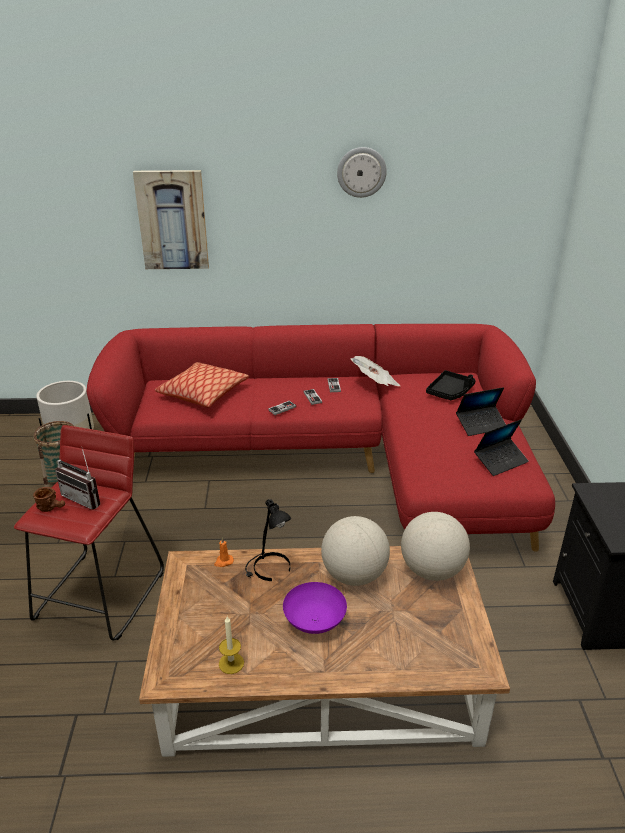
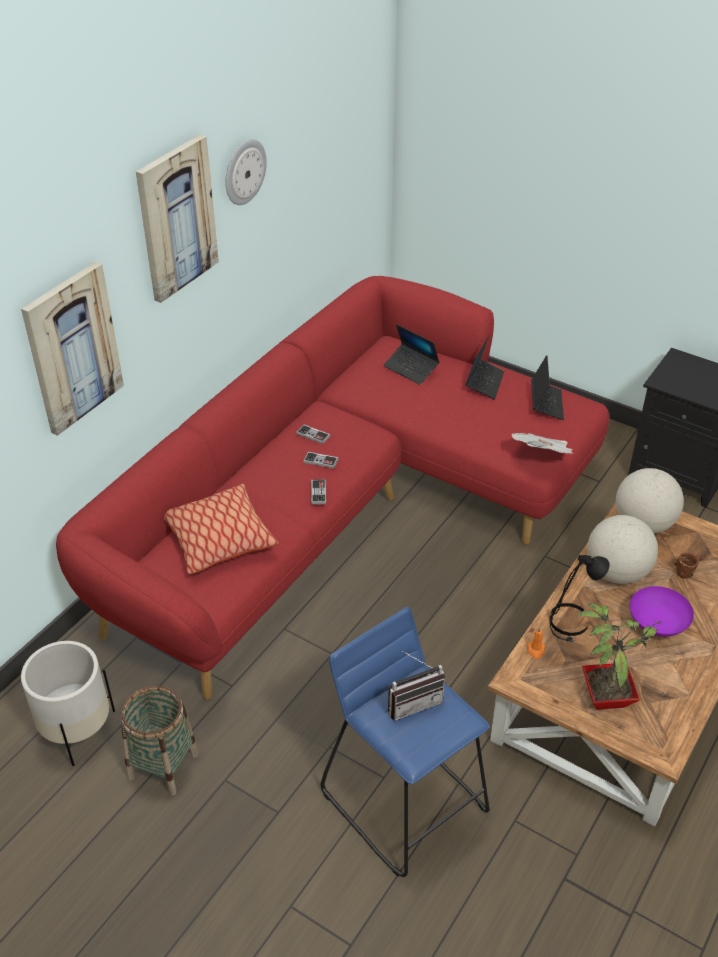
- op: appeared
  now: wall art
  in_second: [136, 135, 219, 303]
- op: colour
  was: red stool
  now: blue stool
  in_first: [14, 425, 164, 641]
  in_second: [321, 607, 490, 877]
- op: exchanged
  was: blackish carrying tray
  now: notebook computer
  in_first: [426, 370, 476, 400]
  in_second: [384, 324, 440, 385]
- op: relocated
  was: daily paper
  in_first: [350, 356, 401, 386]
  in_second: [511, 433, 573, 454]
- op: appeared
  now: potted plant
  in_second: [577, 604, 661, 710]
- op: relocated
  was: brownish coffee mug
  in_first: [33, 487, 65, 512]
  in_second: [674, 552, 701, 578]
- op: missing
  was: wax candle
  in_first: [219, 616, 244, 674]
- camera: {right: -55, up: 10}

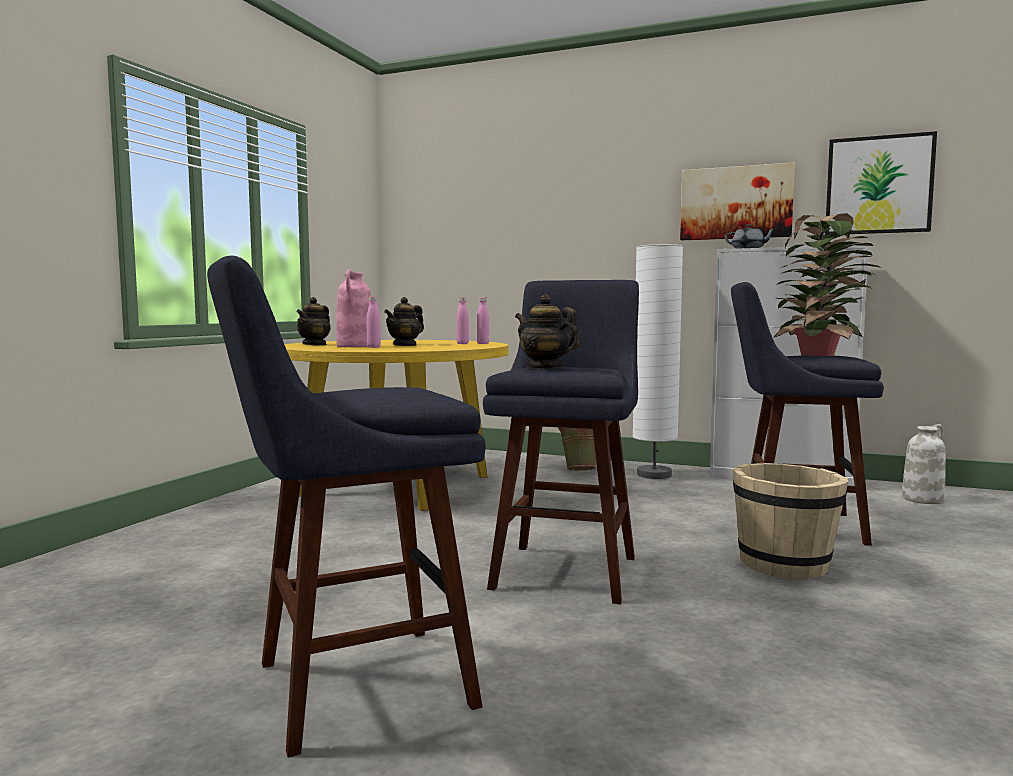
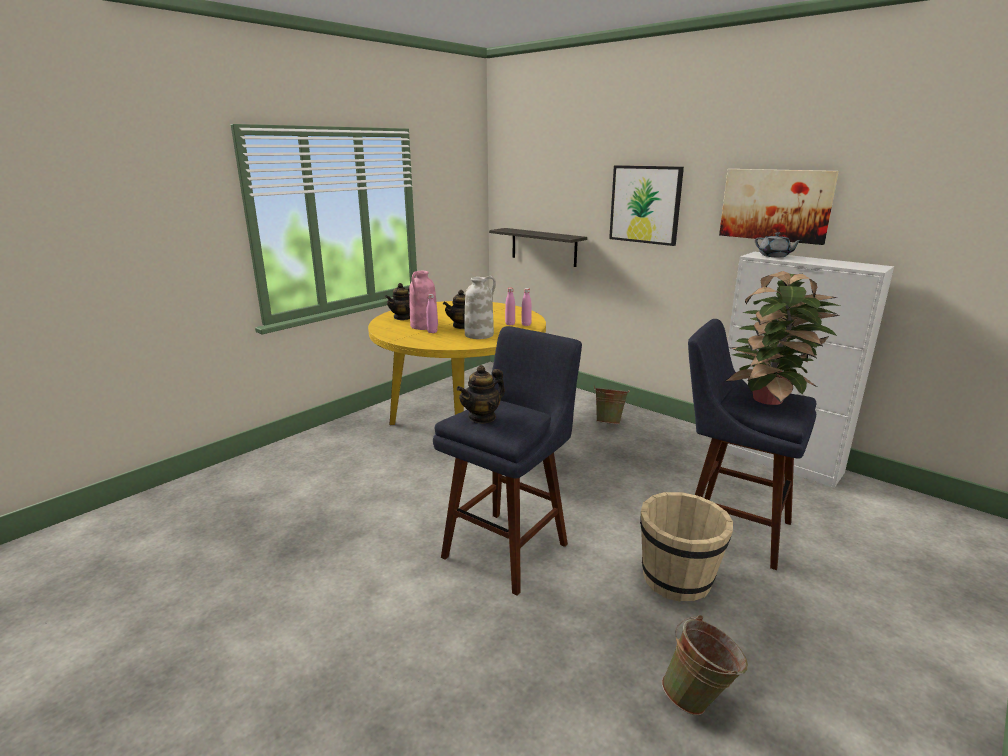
- op: spun
  was: pot for tea
  in_first: [515, 294, 579, 369]
  in_second: [457, 365, 505, 424]
  clockwise: -105
- op: relocated
  was: whitish vase
  in_first: [902, 424, 946, 504]
  in_second: [465, 276, 496, 339]
- op: appeared
  now: wall shelf
  in_second: [489, 228, 587, 267]
- op: relocated
  was: wall art
  in_first: [825, 131, 937, 235]
  in_second: [609, 165, 684, 246]
- op: appeared
  now: green bucket
  in_second: [662, 615, 748, 715]
- op: missing
  was: blue stool
  in_first: [207, 256, 486, 758]
- op: missing
  was: whitish standing lamp
  in_first: [632, 244, 683, 479]
- camera: {right: 20, up: 15}

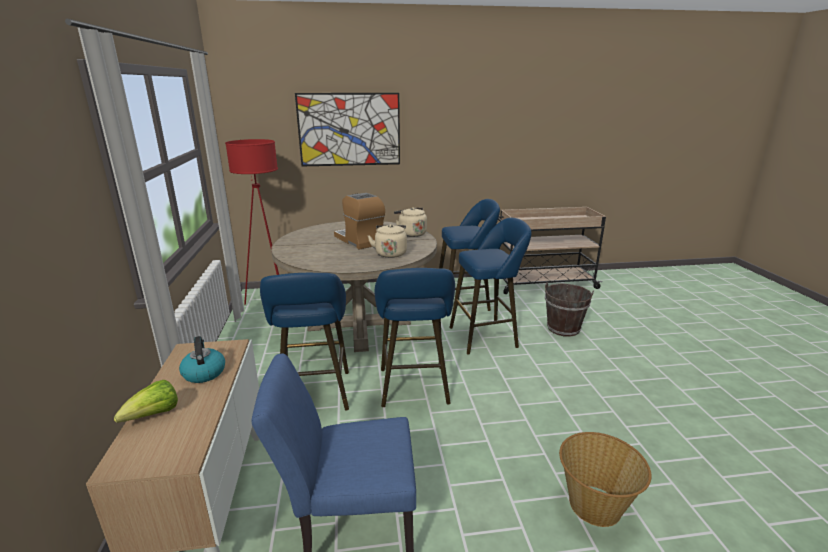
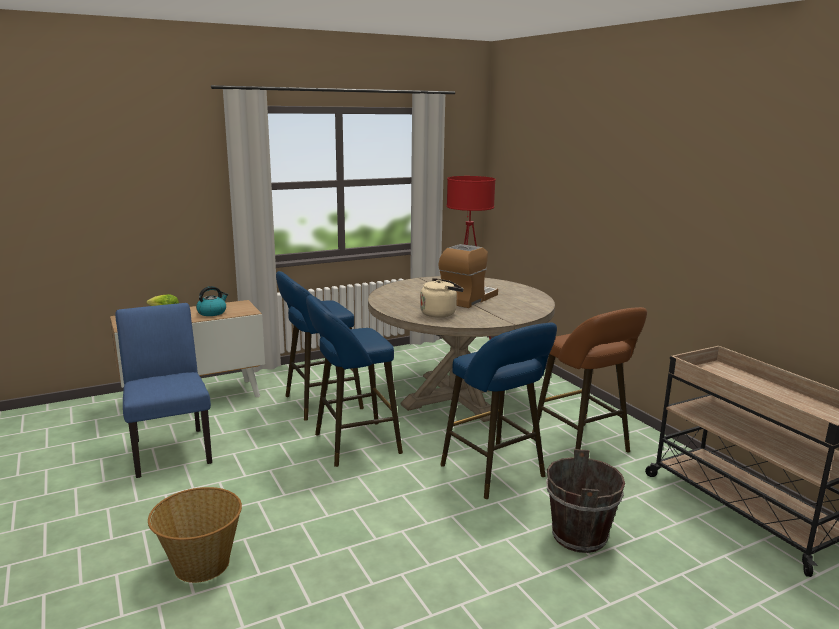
- op: colour
  was: blue stool
  now: brownish stool
  in_first: [439, 199, 500, 311]
  in_second: [531, 307, 647, 452]
- op: missing
  was: wall art
  in_first: [295, 93, 400, 166]
- op: missing
  was: beige water kettle
  in_first: [394, 207, 427, 237]
- camera: {right: 70, up: -5}

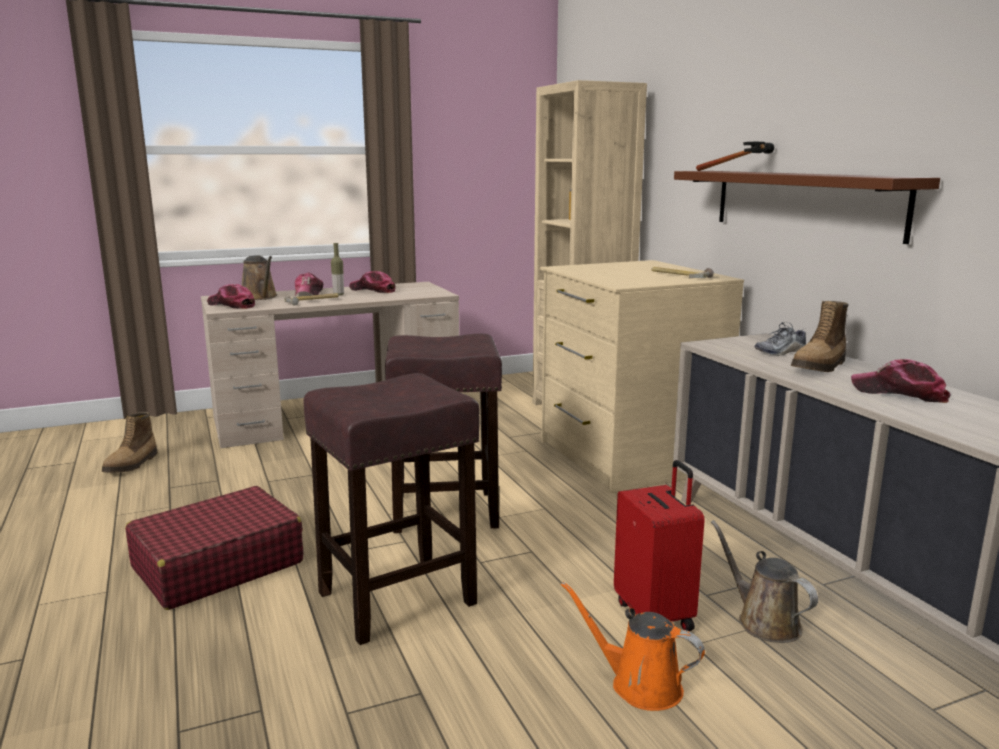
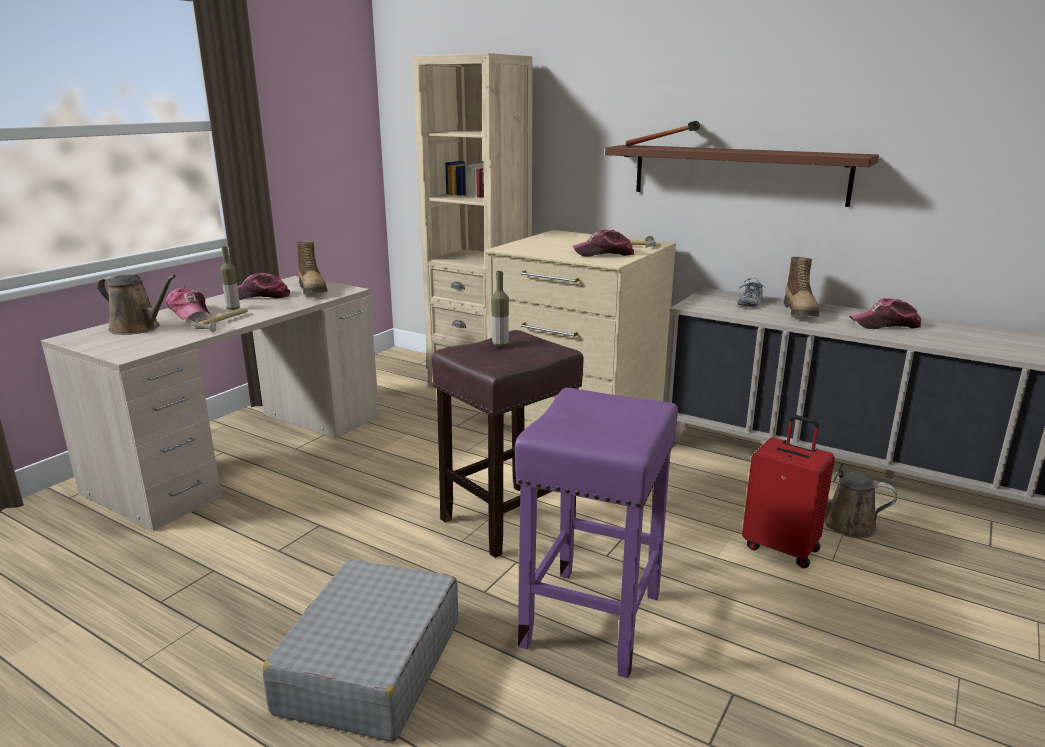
- op: colour
  was: red piece of luggage
  now: gray piece of luggage
  in_first: [125, 486, 303, 610]
  in_second: [263, 559, 458, 742]
- op: relocated
  was: high-top boot
  in_first: [102, 412, 158, 473]
  in_second: [296, 241, 328, 294]
- op: appeared
  now: drink bottle
  in_second: [491, 271, 509, 346]
- op: colour
  was: brownish stool
  now: purple stool
  in_first: [303, 373, 479, 645]
  in_second: [515, 388, 678, 678]
- op: relocated
  was: cap
  in_first: [207, 284, 255, 309]
  in_second: [572, 230, 634, 257]
- op: missing
  was: orangey watering pot
  in_first: [561, 582, 705, 711]
- camera: {right: -35, up: 5}

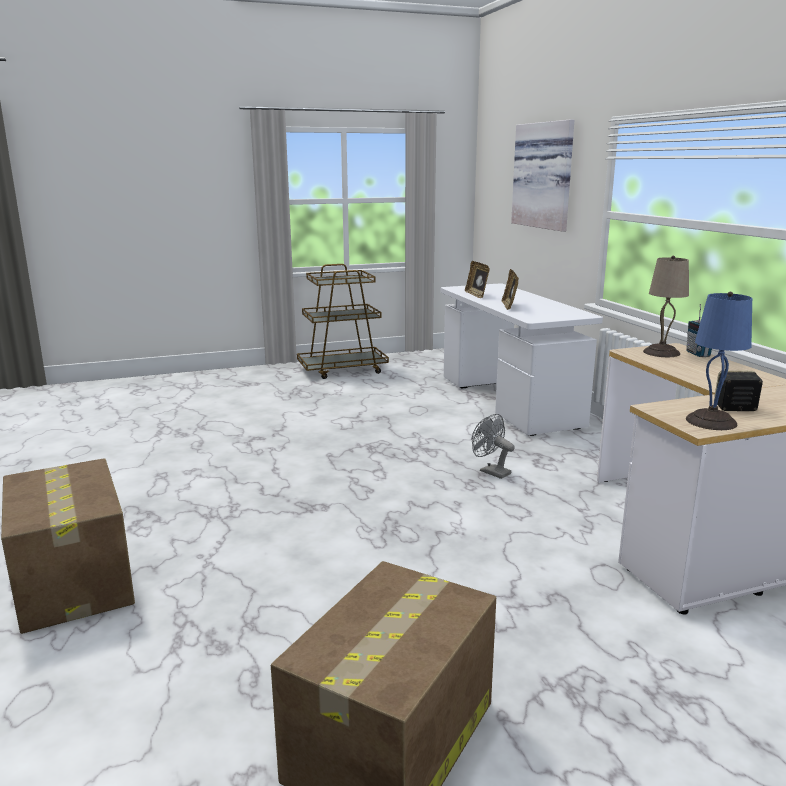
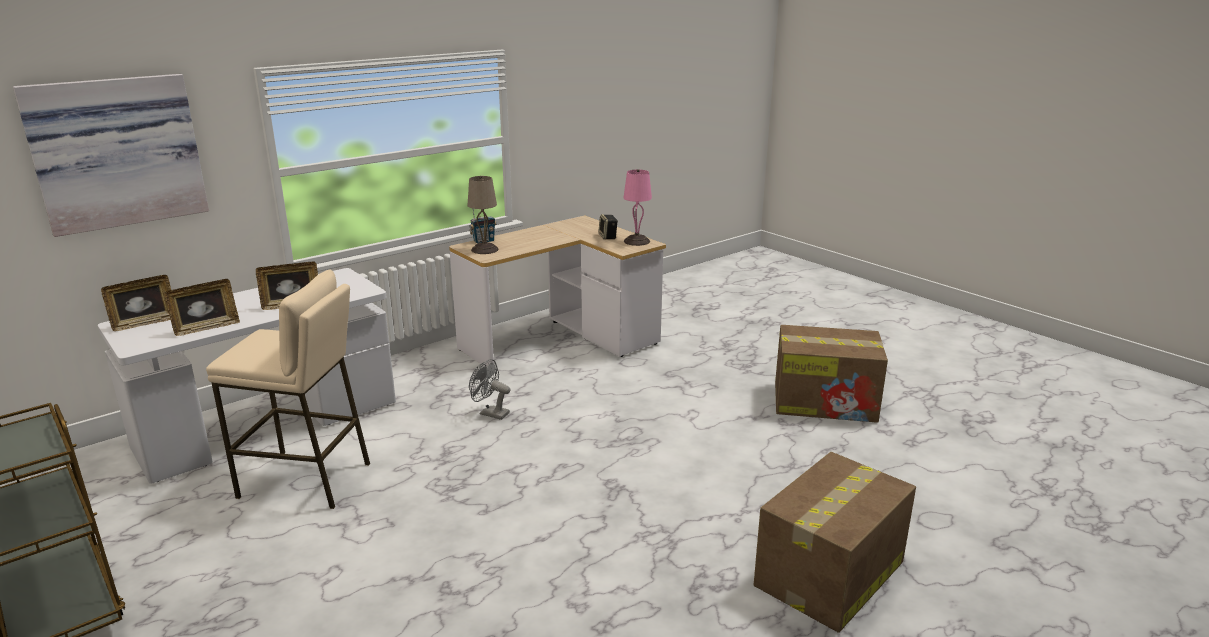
- op: appeared
  now: picture frame
  in_second: [101, 275, 171, 331]
- op: appeared
  now: beige stool
  in_second: [206, 270, 370, 509]
- op: spun
  was: gray fan
  in_first: [472, 414, 515, 479]
  in_second: [469, 359, 511, 420]
  clockwise: 90
- op: colour
  was: blue table lamp
  now: pink table lamp
  in_first: [686, 292, 752, 430]
  in_second: [623, 169, 652, 246]
- camera: {right: -110, up: 5}

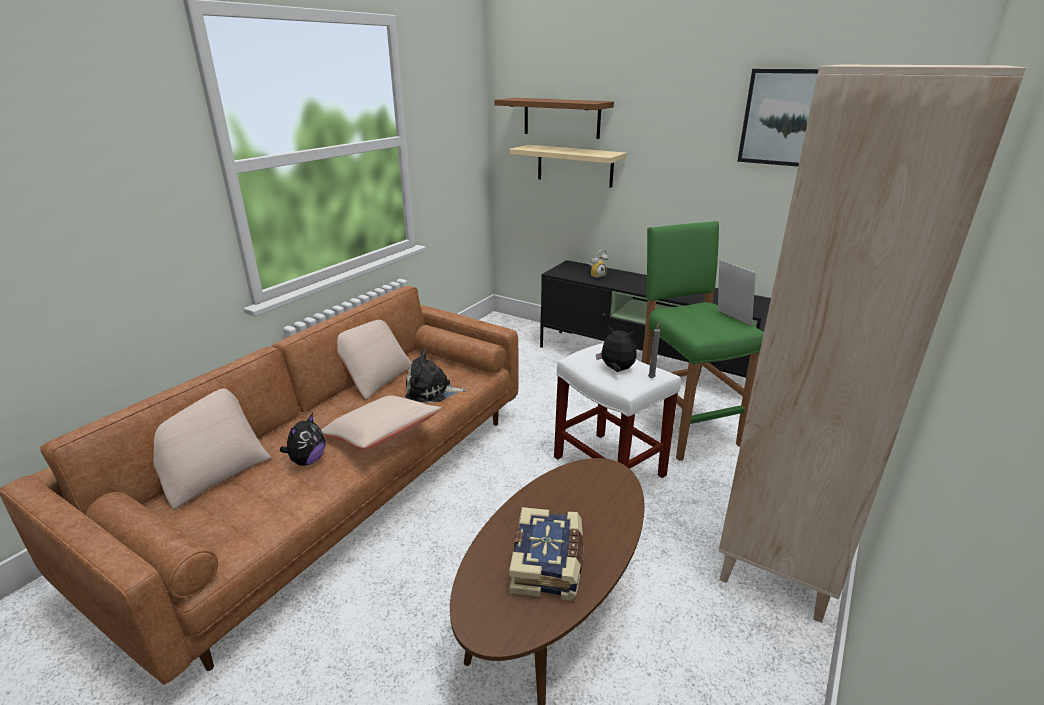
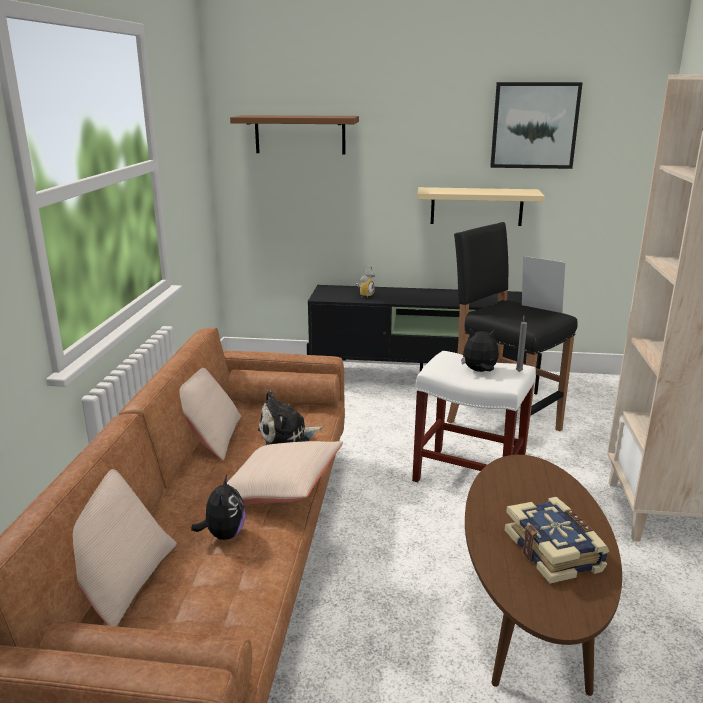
- op: relocated
  was: beige wall shelf
  in_first: [509, 145, 627, 188]
  in_second: [417, 187, 544, 226]
- op: colour
  was: green stool
  now: blackish stool
  in_first: [642, 221, 764, 461]
  in_second: [447, 222, 578, 454]
- camera: {right: -25, up: -5}

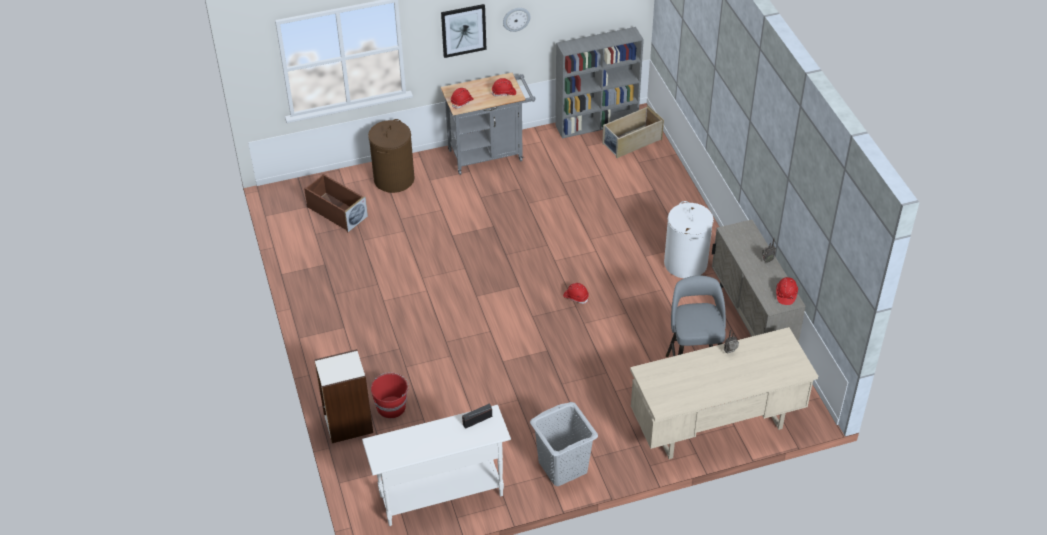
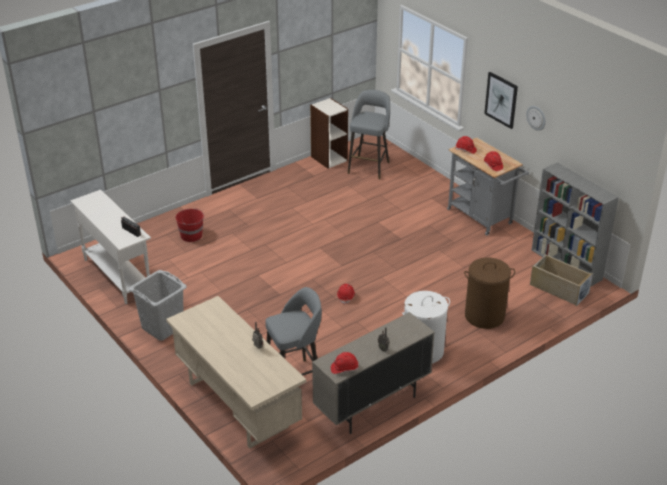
- op: relocated
  was: shelving unit
  in_first: [314, 349, 373, 443]
  in_second: [310, 98, 348, 169]
- op: exchanged
  was: brownish storage box
  now: gray stool
  in_first: [304, 174, 368, 232]
  in_second: [348, 90, 390, 179]
- op: relocated
  was: brownish washing basket
  in_first: [368, 119, 415, 193]
  in_second: [464, 258, 515, 329]
- camera: {right: 70, up: -10}

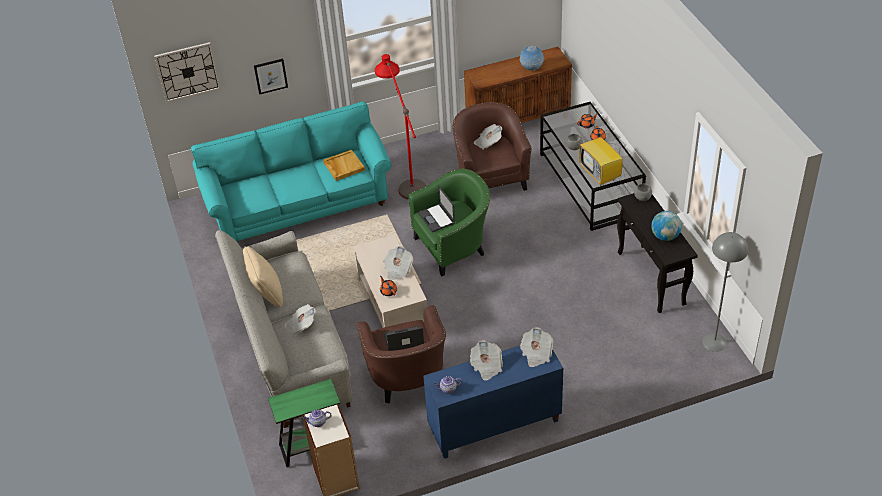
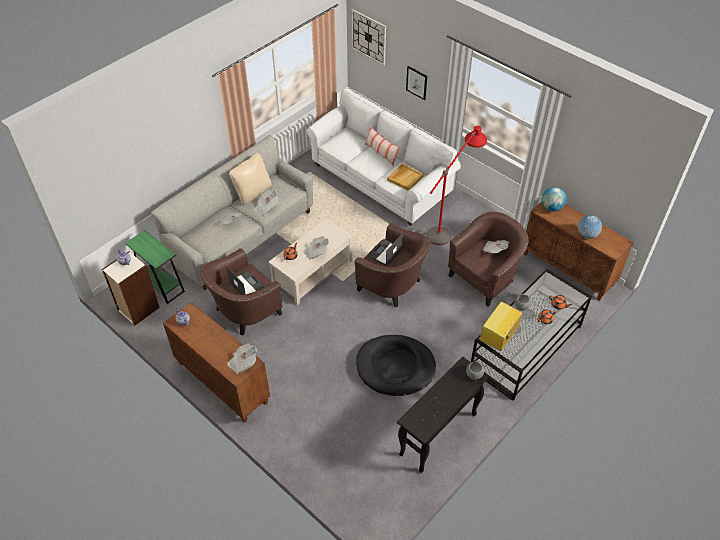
- op: colour
  was: blue cabinet
  now: brownish cabinet
  in_first: [423, 346, 563, 459]
  in_second: [163, 302, 270, 423]
- op: relocated
  was: daily paper
  in_first: [470, 340, 503, 381]
  in_second: [255, 190, 279, 215]
- op: colour
  was: turquoise settee
  now: whitish settee
  in_first: [191, 101, 392, 242]
  in_second: [306, 88, 461, 226]
- op: colour
  was: green easy chair
  now: brownish easy chair
  in_first: [408, 168, 490, 276]
  in_second: [355, 223, 430, 307]
- op: appeared
  now: blackish pet bed
  in_second: [356, 335, 436, 396]
- op: appeared
  now: cushion
  in_second: [365, 126, 399, 166]
- op: relocated
  was: world globe
  in_first: [651, 211, 682, 241]
  in_second: [542, 187, 567, 211]
- op: missing
  was: gray standing lamp
  in_first: [702, 232, 748, 352]
- camera: {right: 60, up: 5}

